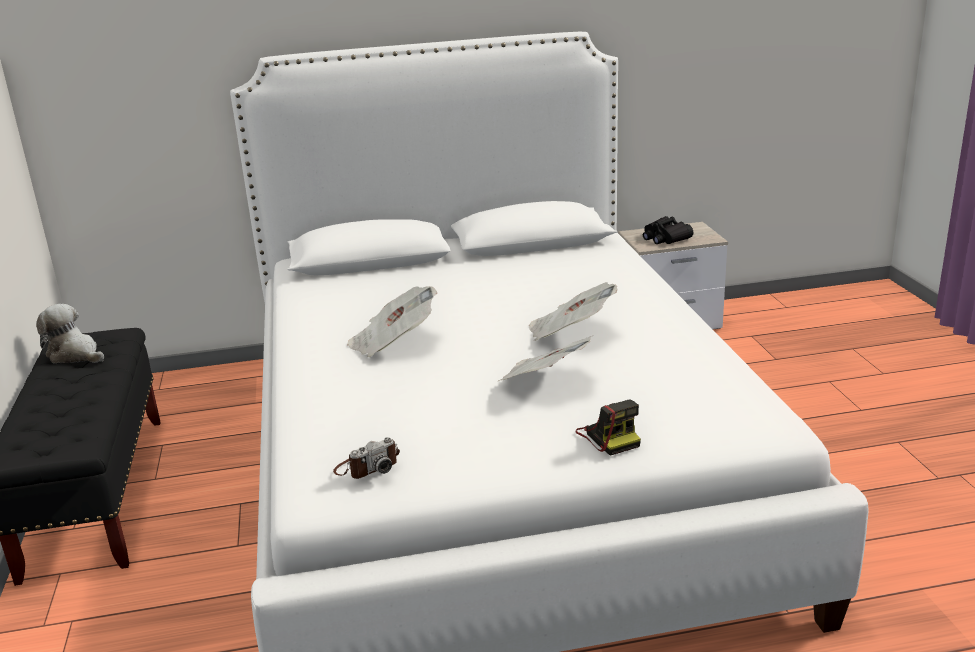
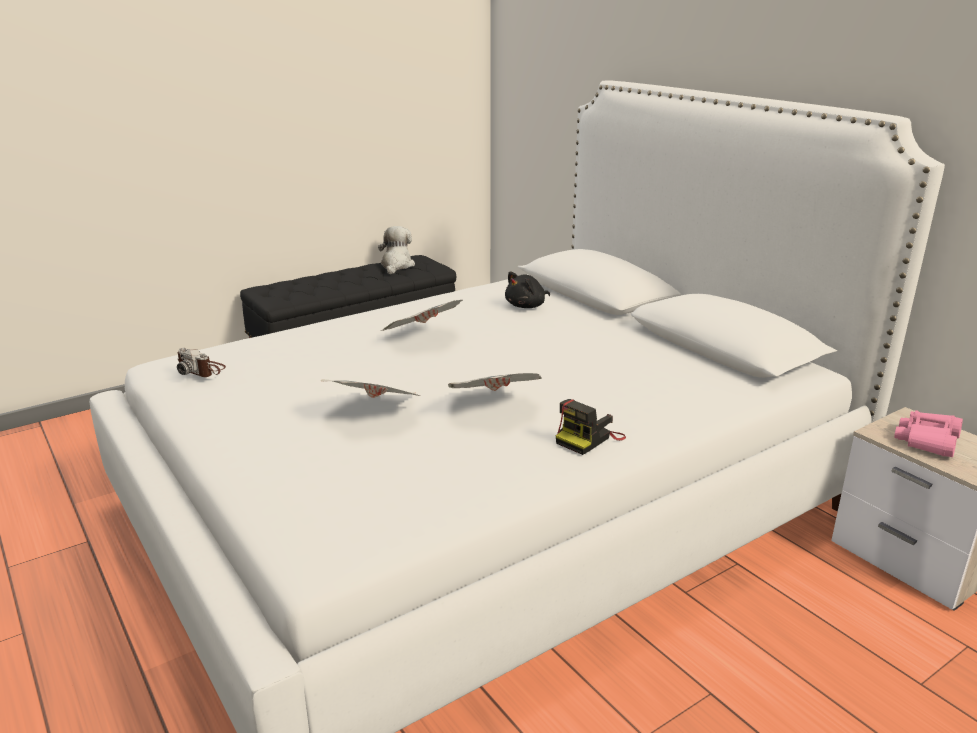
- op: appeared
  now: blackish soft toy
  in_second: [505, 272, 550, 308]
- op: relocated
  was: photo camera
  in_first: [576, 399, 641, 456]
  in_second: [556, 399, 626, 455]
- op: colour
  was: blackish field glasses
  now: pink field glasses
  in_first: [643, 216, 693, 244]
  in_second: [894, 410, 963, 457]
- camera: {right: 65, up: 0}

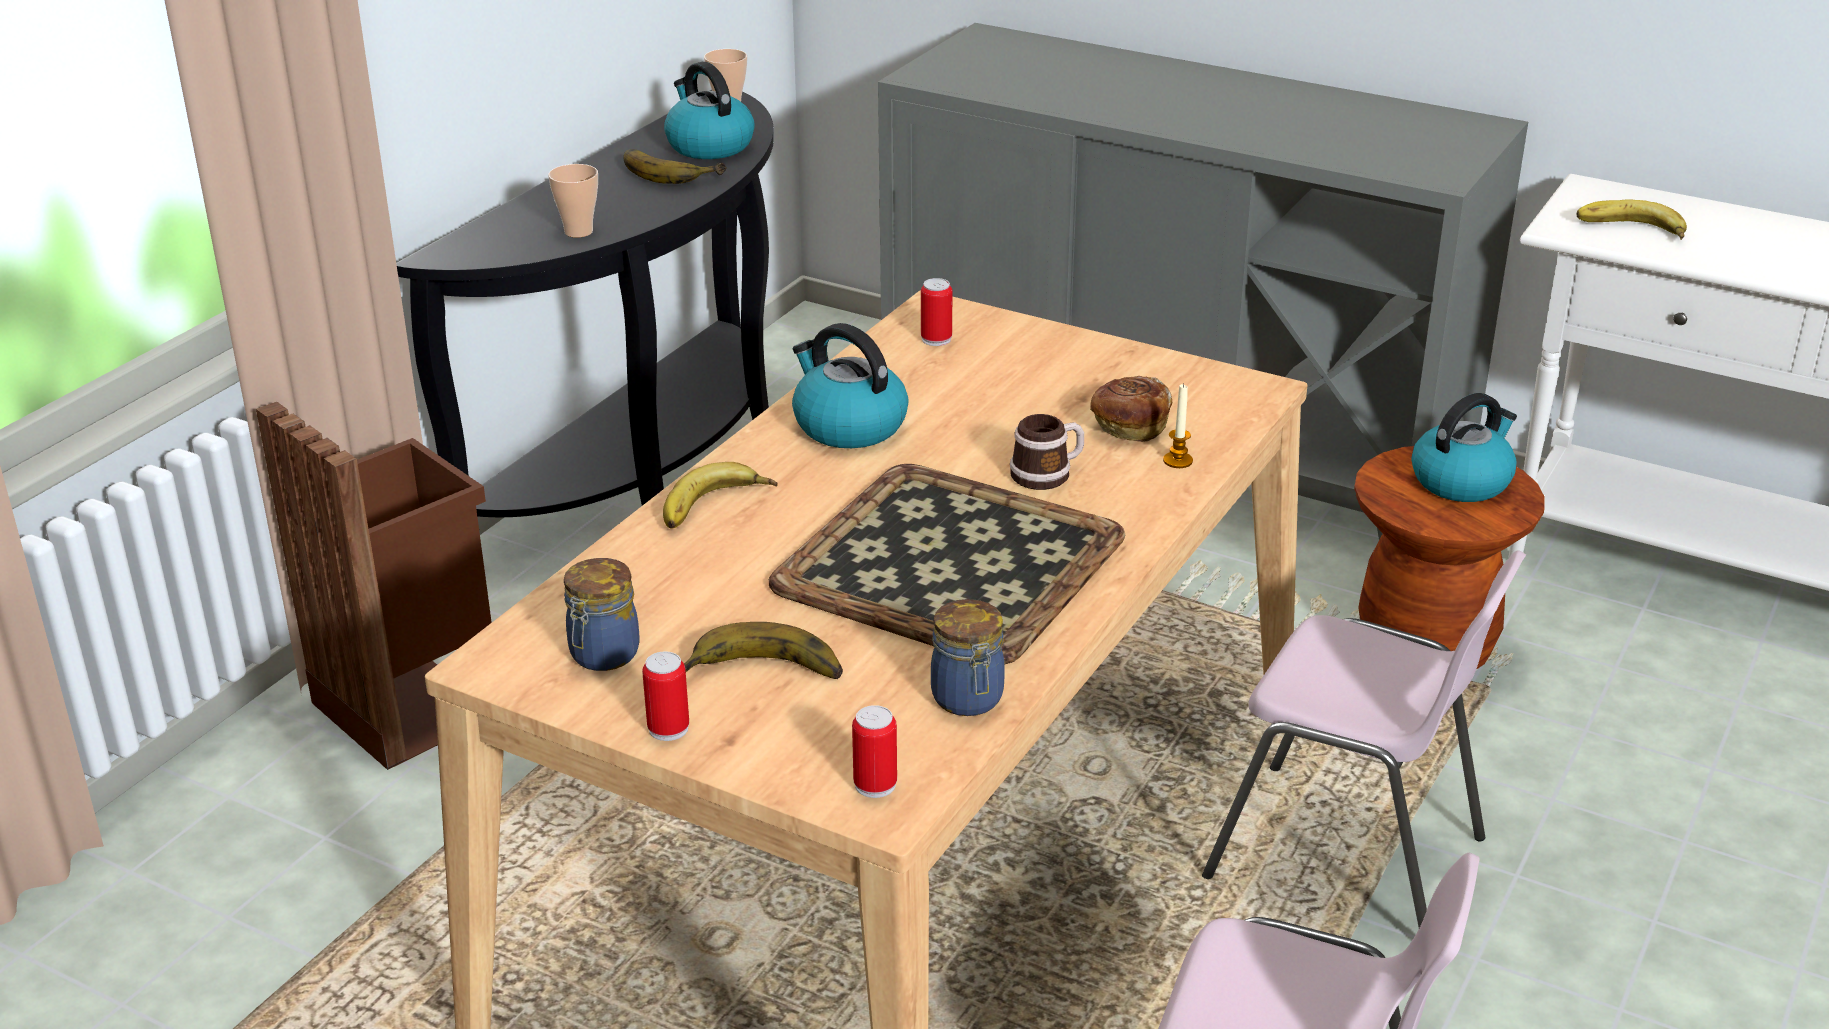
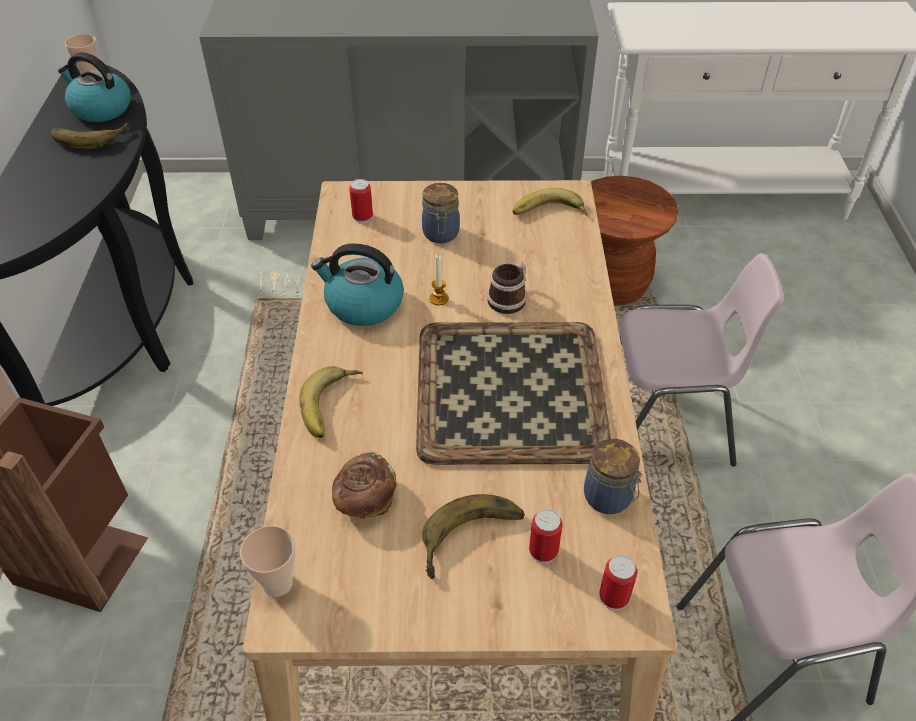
- op: relocated
  was: small cup
  in_first: [548, 164, 598, 238]
  in_second: [240, 526, 296, 597]
- op: relocated
  was: bread
  in_first: [1090, 376, 1172, 442]
  in_second: [332, 452, 396, 519]
- op: relocated
  was: storage jar
  in_first: [564, 558, 640, 671]
  in_second: [422, 183, 460, 243]
- op: relocated
  was: wax candle
  in_first: [1163, 384, 1193, 468]
  in_second: [429, 255, 449, 305]
- op: relocated
  was: banana fruit
  in_first: [1577, 199, 1687, 240]
  in_second: [513, 188, 587, 216]
- op: relocated
  was: metal can
  in_first: [642, 652, 689, 741]
  in_second: [529, 509, 562, 563]
- op: missing
  was: water kettle
  in_first: [1412, 393, 1517, 502]
- camera: {right: -30, up: 15}

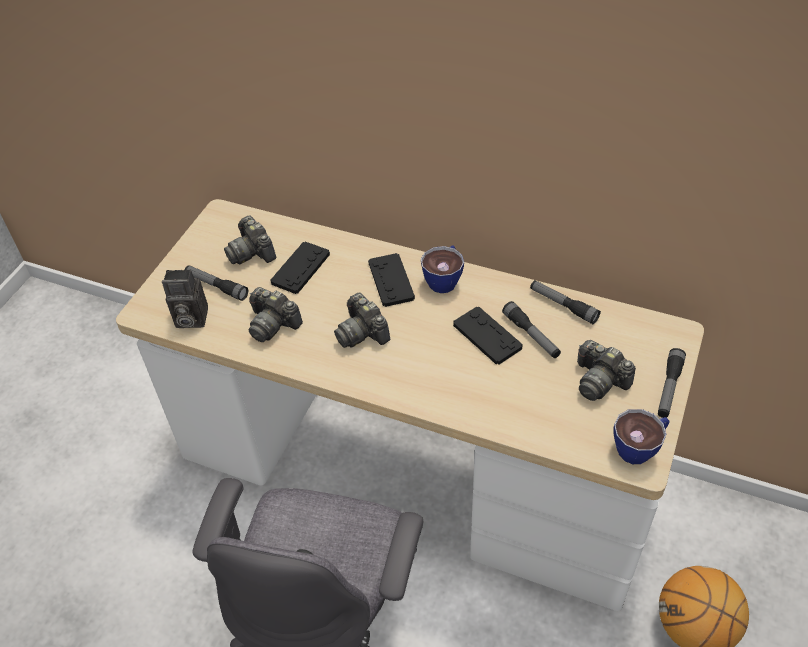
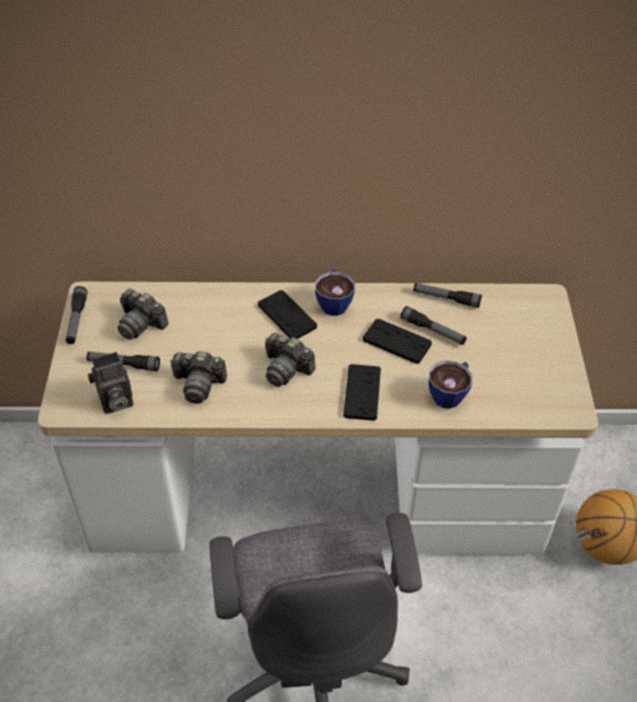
- op: relocated
  was: hand torch
  in_first: [658, 348, 686, 418]
  in_second: [66, 286, 88, 344]
- op: relocated
  was: blackish joypad
  in_first: [270, 242, 330, 294]
  in_second: [343, 364, 381, 421]
- op: relocated
  was: small cup
  in_first: [613, 409, 670, 464]
  in_second: [429, 360, 472, 409]
- op: missing
  was: photo camera
  in_first: [577, 340, 636, 401]
- camera: {right: -25, up: 0}

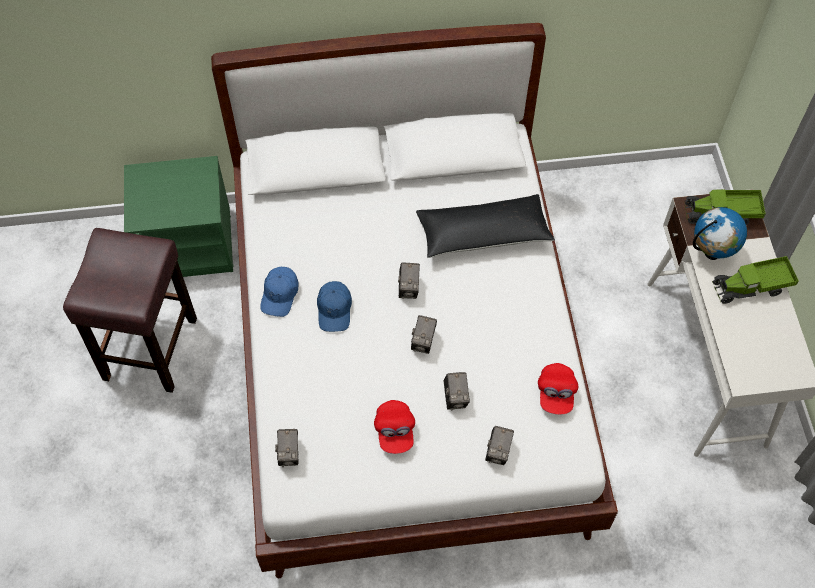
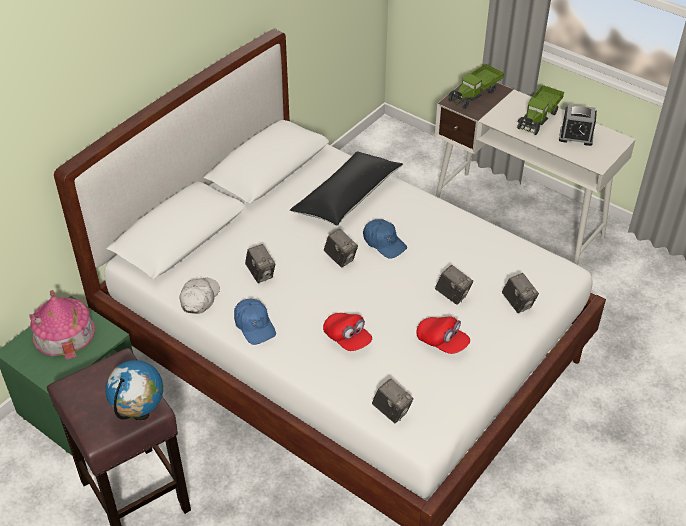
- op: appeared
  now: model house
  in_second: [29, 290, 95, 360]
- op: relocated
  was: world globe
  in_first: [693, 207, 747, 260]
  in_second: [105, 360, 163, 421]
- op: appeared
  now: whitish cap
  in_second: [180, 277, 220, 314]
- op: relocated
  was: photo camera
  in_first: [411, 315, 437, 354]
  in_second: [245, 244, 275, 283]
- op: relocated
  was: red cap
  in_first: [538, 363, 578, 414]
  in_second: [323, 313, 372, 351]
- op: relocated
  was: blue cap
  in_first: [317, 281, 352, 332]
  in_second: [363, 219, 407, 259]
- op: appeared
  now: bedside clock
  in_second: [559, 104, 597, 146]
- camera: {right: -45, up: -15}

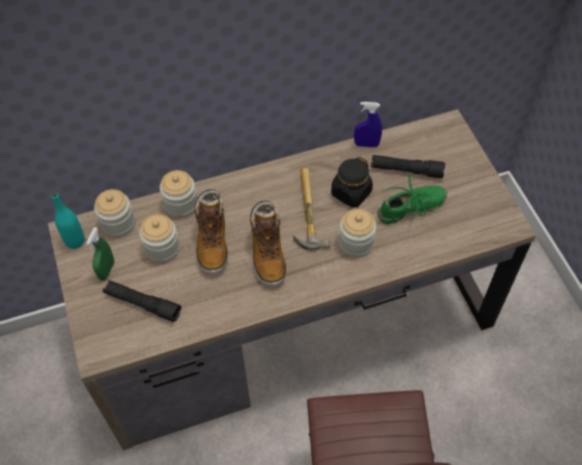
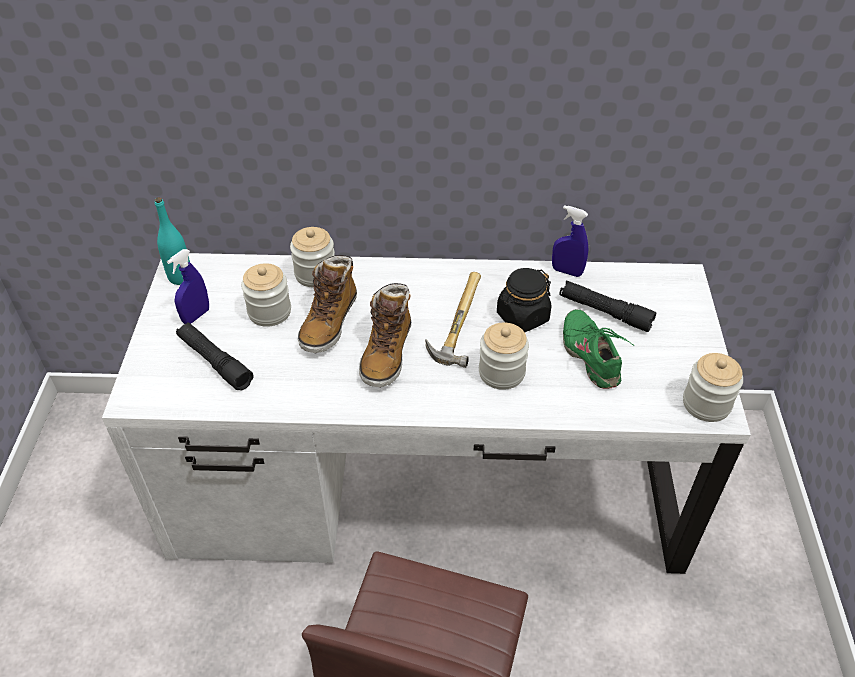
- op: colour
  was: brownish desk unit
  now: whitish desk unit
  in_first: [48, 109, 536, 450]
  in_second: [102, 253, 751, 574]
- op: colour
  was: green sprayer
  now: blue sprayer
  in_first: [86, 227, 114, 281]
  in_second: [167, 249, 209, 324]
- op: spun
  was: green shoe
  in_first: [377, 173, 447, 224]
  in_second: [563, 309, 634, 389]
  clockwise: -105
- op: relocated
  was: storage jar
  in_first: [94, 189, 135, 237]
  in_second: [683, 353, 743, 422]
- camera: {right: 20, up: -10}

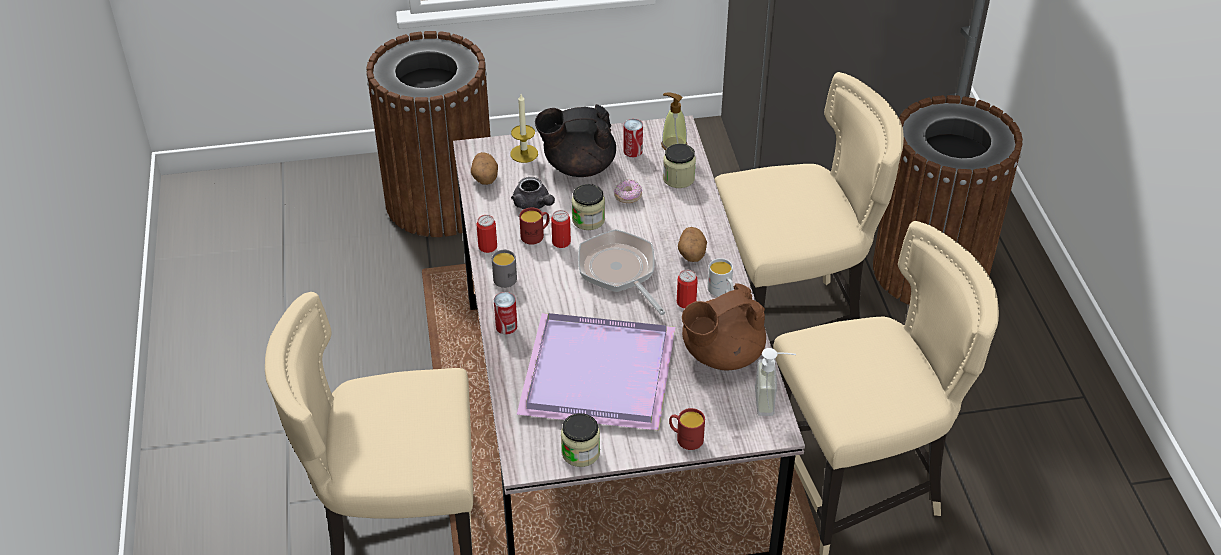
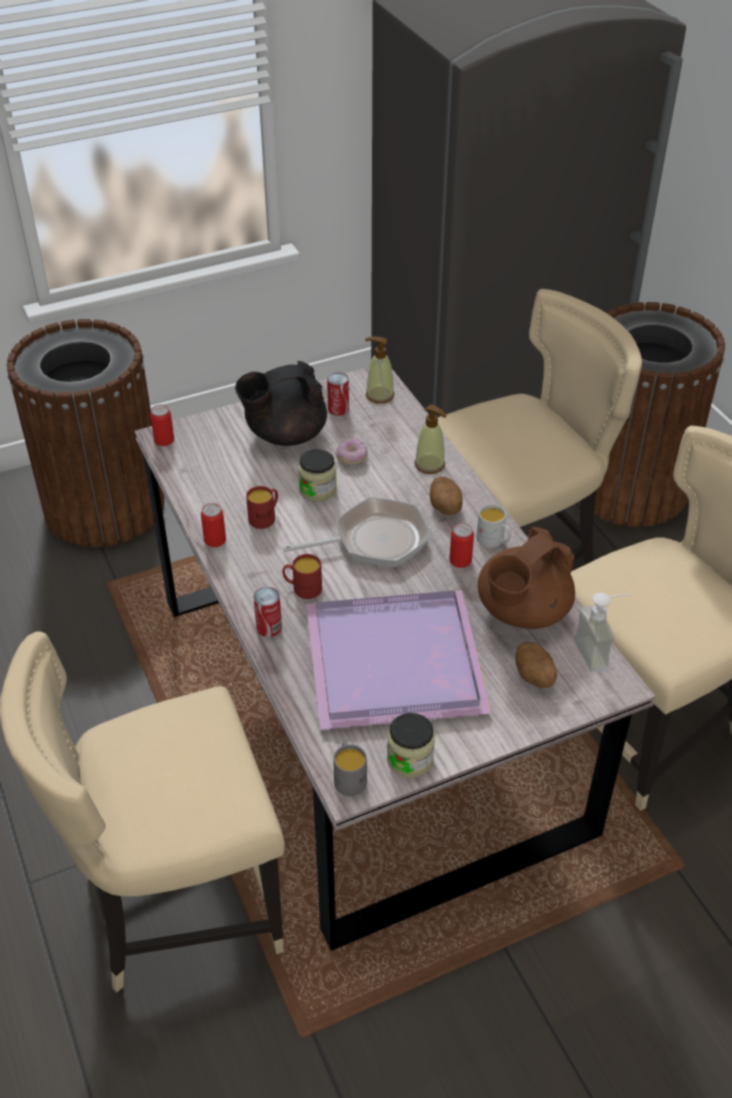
- op: relocated
  was: metal can
  in_first: [551, 210, 571, 248]
  in_second: [150, 405, 174, 446]
- op: relocated
  was: red coffee mug
  in_first: [669, 408, 705, 450]
  in_second: [282, 554, 322, 599]
- op: spun
  was: skillet
  in_first: [578, 229, 666, 315]
  in_second: [283, 497, 430, 567]
  clockwise: 120
- op: relocated
  was: gray coffee mug
  in_first: [492, 249, 517, 288]
  in_second: [333, 742, 367, 796]
- op: appeared
  now: liquid soap bottle
  in_second: [414, 404, 447, 474]
- op: relocated
  was: spud
  in_first: [471, 152, 498, 185]
  in_second: [515, 642, 557, 688]
- op: missing
  was: wax candle
  in_first: [510, 94, 538, 163]
- op: missing
  was: gray pot for tea
  in_first: [511, 177, 555, 209]
- op: missing
  was: storage jar
  in_first: [663, 144, 696, 188]
- camera: {right: -15, up: 0}

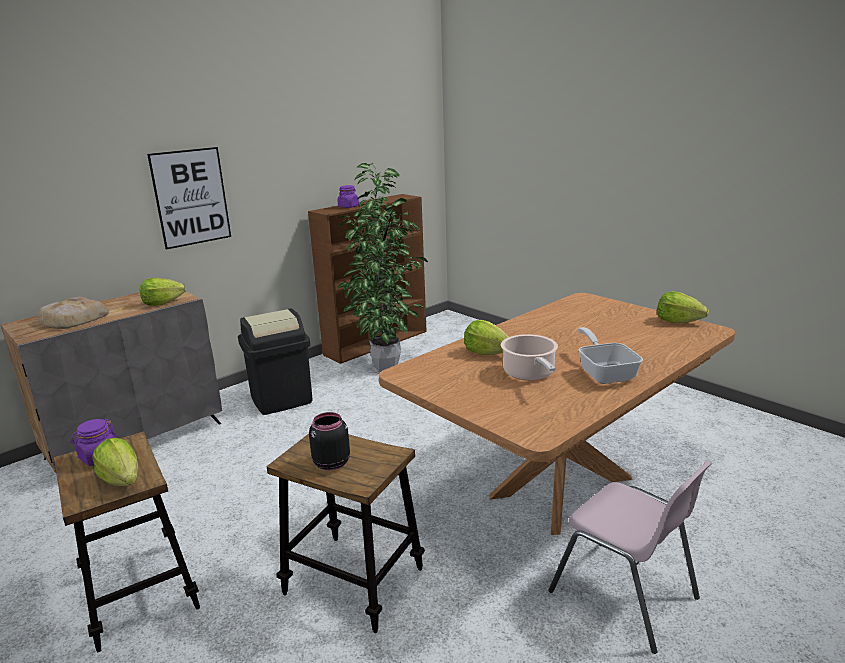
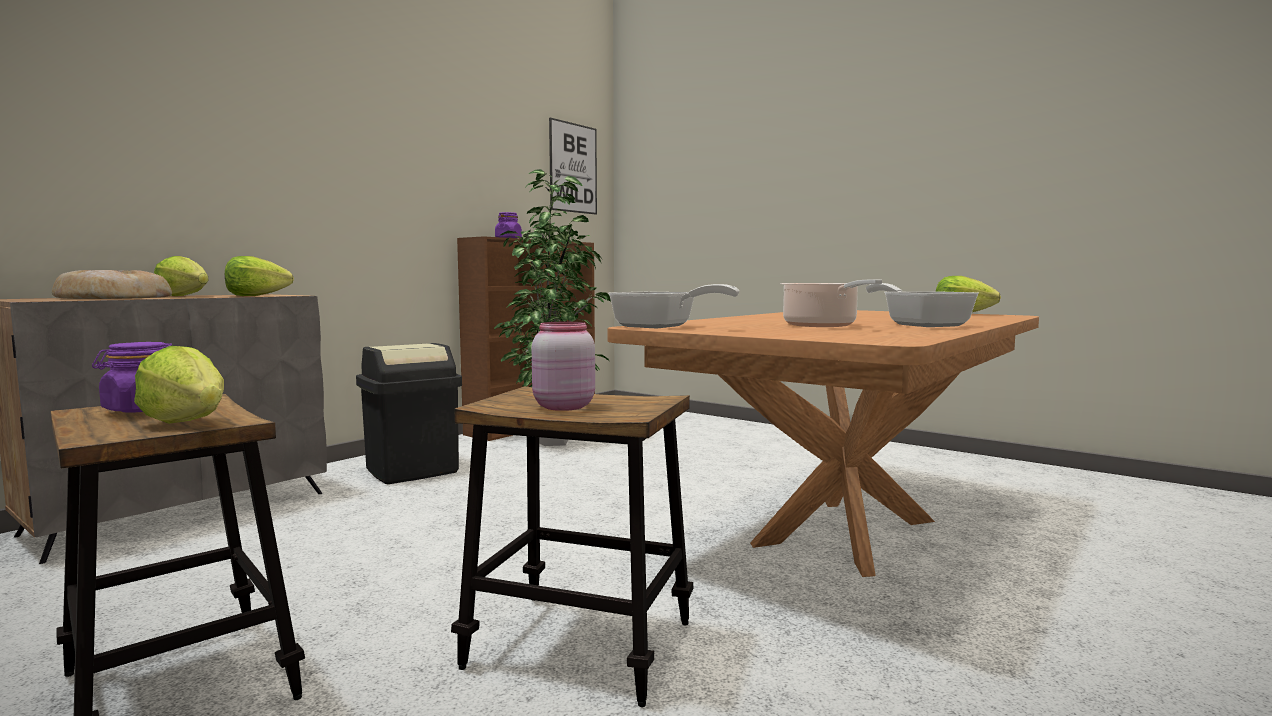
- op: relocated
  was: lettuce
  in_first: [464, 320, 509, 355]
  in_second: [154, 256, 209, 296]
- op: colour
  was: blackish storage jar
  now: pink storage jar
  in_first: [309, 412, 350, 470]
  in_second: [532, 322, 595, 411]
- op: relocated
  was: wall art
  in_first: [147, 147, 231, 250]
  in_second: [549, 117, 597, 215]
- op: appeared
  now: skillet
  in_second: [608, 284, 739, 329]
- op: missing
  was: pink chair
  in_first: [549, 461, 712, 654]
- camera: {right: -10, up: -15}

